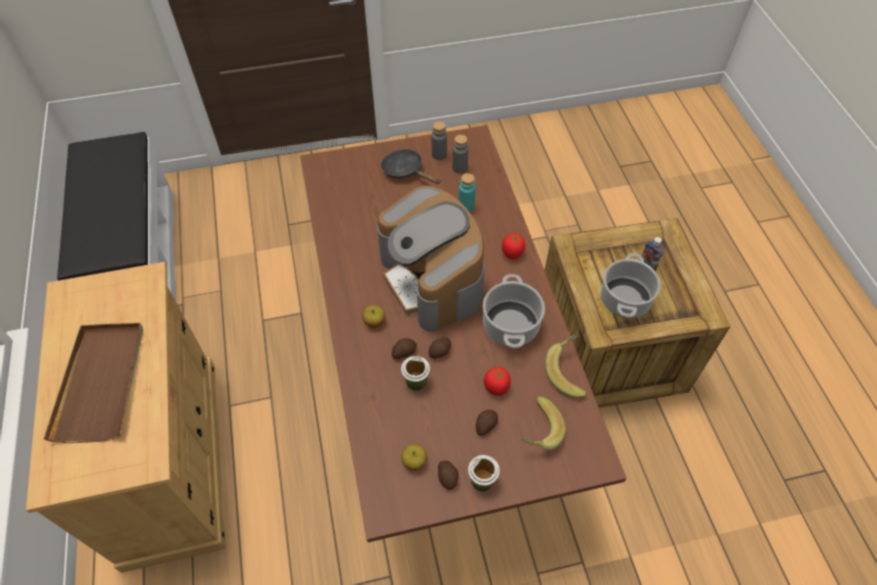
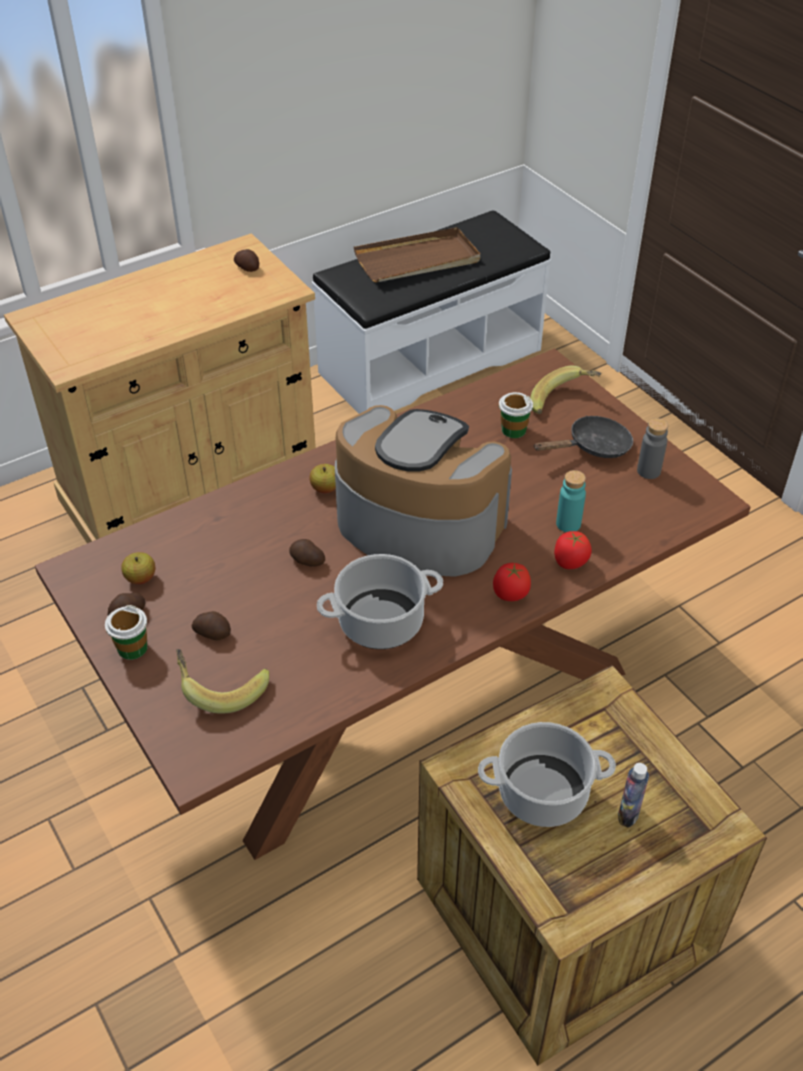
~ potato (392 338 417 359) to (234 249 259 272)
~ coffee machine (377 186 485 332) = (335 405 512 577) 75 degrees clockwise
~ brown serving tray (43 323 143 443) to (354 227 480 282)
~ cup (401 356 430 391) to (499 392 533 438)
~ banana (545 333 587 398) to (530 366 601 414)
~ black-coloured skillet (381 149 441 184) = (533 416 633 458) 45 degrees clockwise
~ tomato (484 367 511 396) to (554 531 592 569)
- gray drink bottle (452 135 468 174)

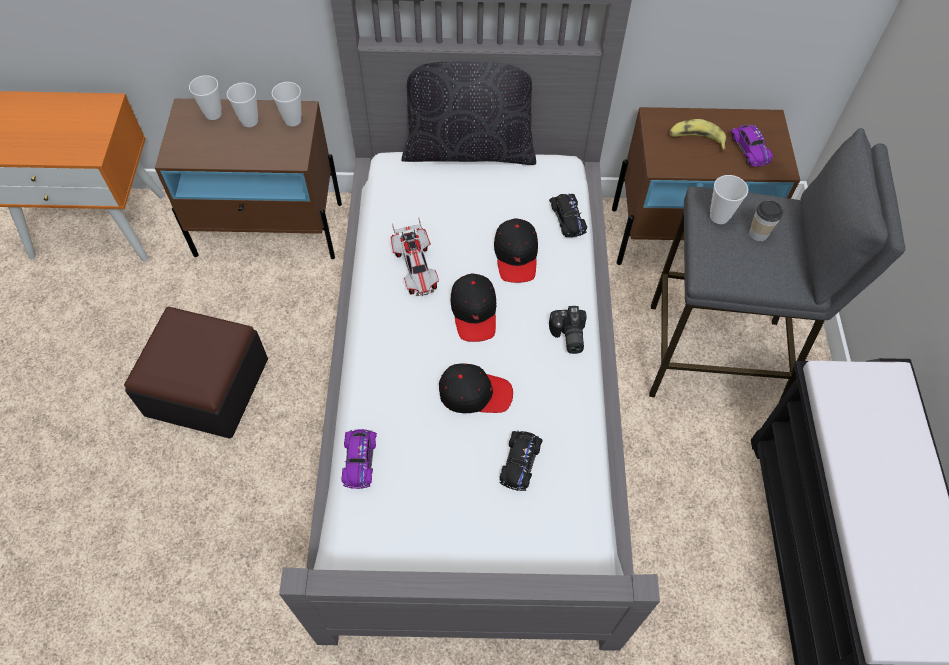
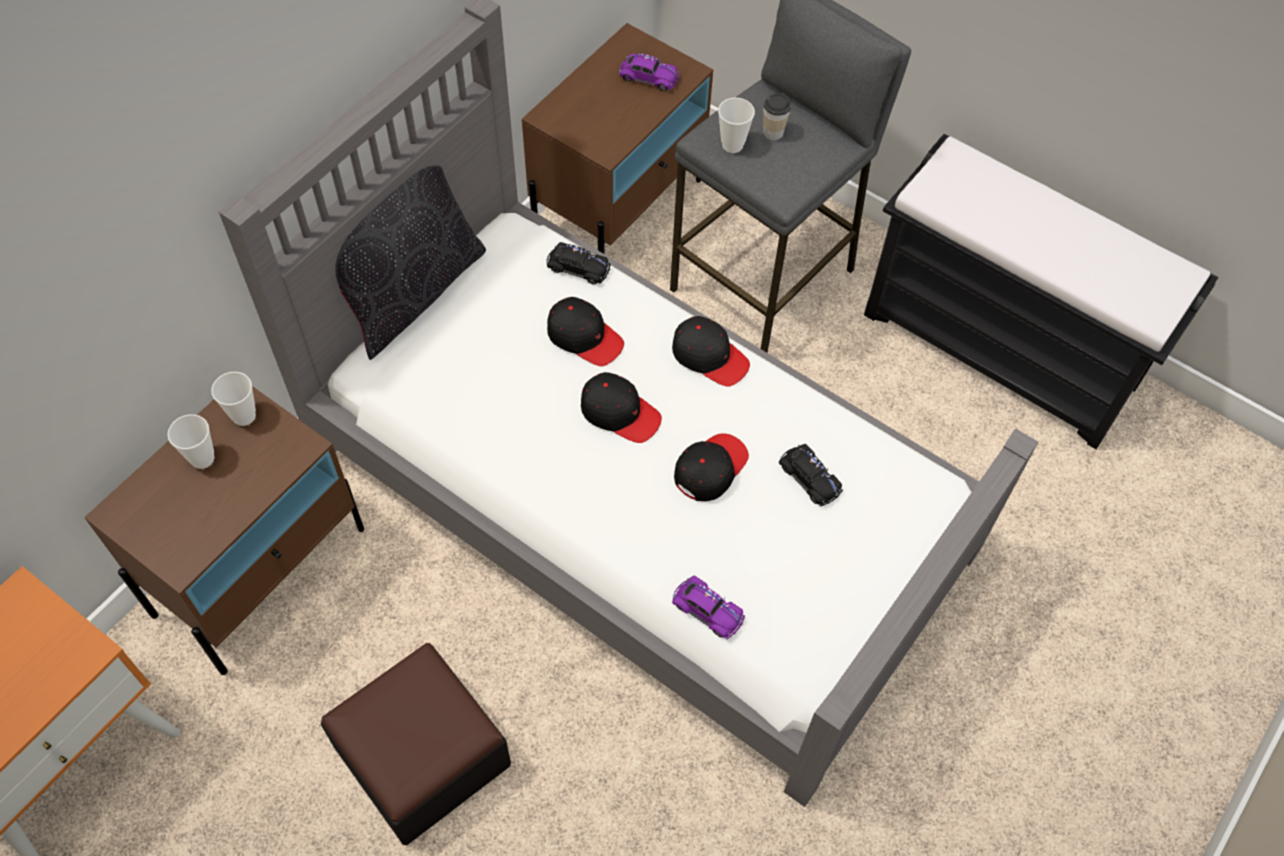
~ still camera (549 306 587 354) to black-coloured baseball cap (672 316 750 387)
- cup (189 75 222 120)
- toy car (391 219 439 296)
- banana (669 119 726 150)

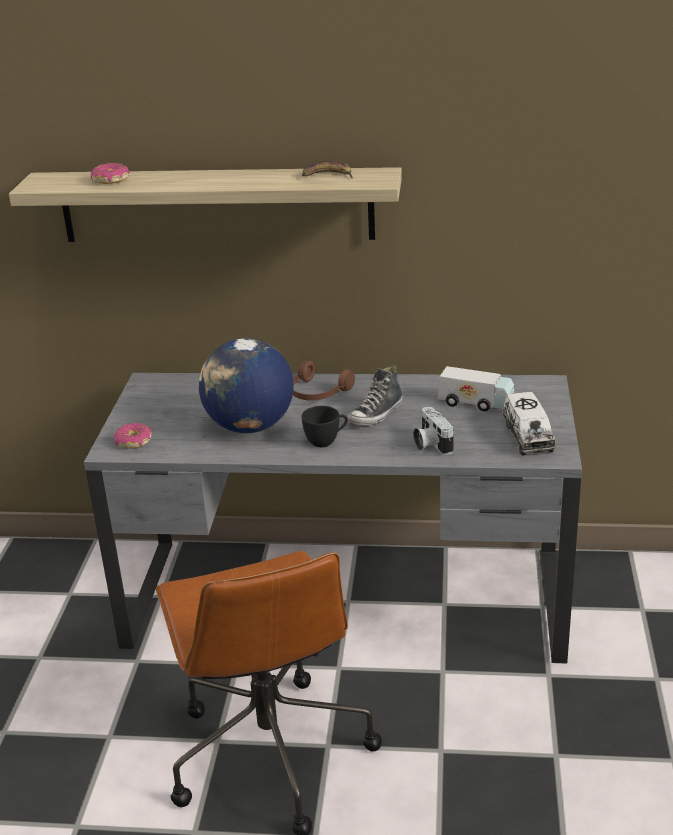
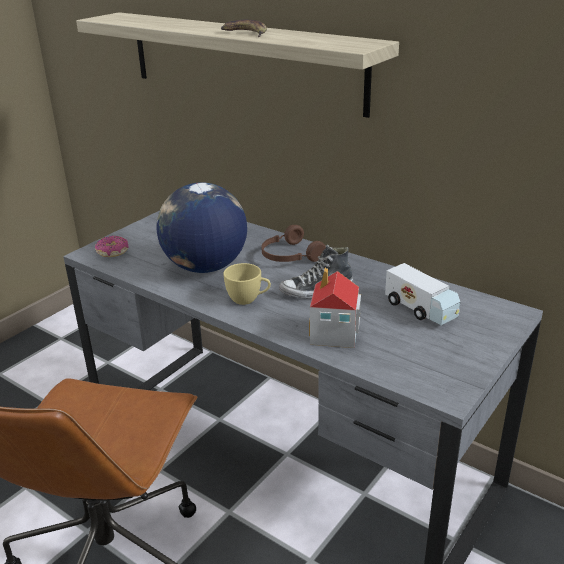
~ banana (302 161 353 179) to (221 20 267 37)
~ black-coloured cup (302 406 348 447) to yellow-coloured cup (223 263 271 305)
~ still camera (413 407 454 455) to model house (309 268 361 348)
- doughnut (91 163 129 184)
- toy truck (503 392 556 455)

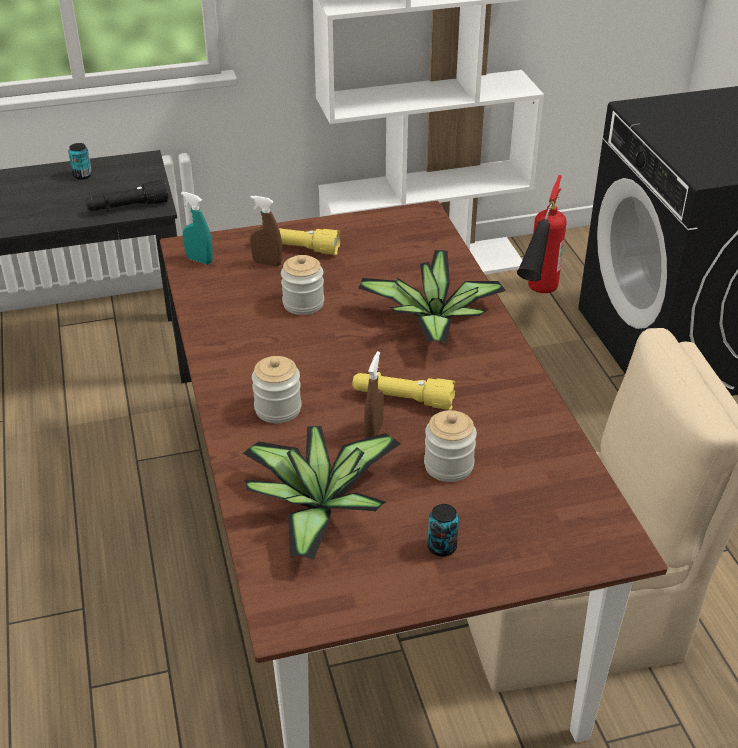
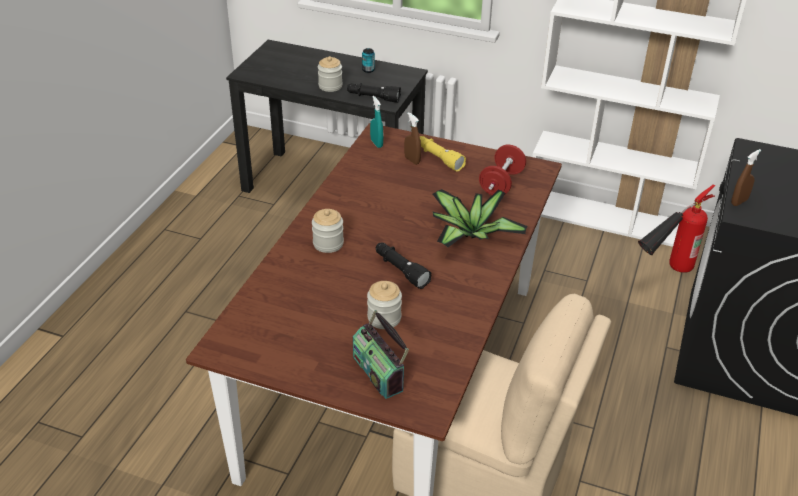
~ storage jar (281 255 324 315) to (318 56 343 92)
+ radio receiver (353 310 409 399)
~ yellow-coloured hand torch (352 372 456 410) to black-coloured hand torch (376 243 432 289)
+ reddish free weight (479 145 526 195)
~ brown hand sprayer (364 351 384 439) to (731 149 761 206)
- houseplant (243 426 401 560)
- sealed can (428 504 459 557)

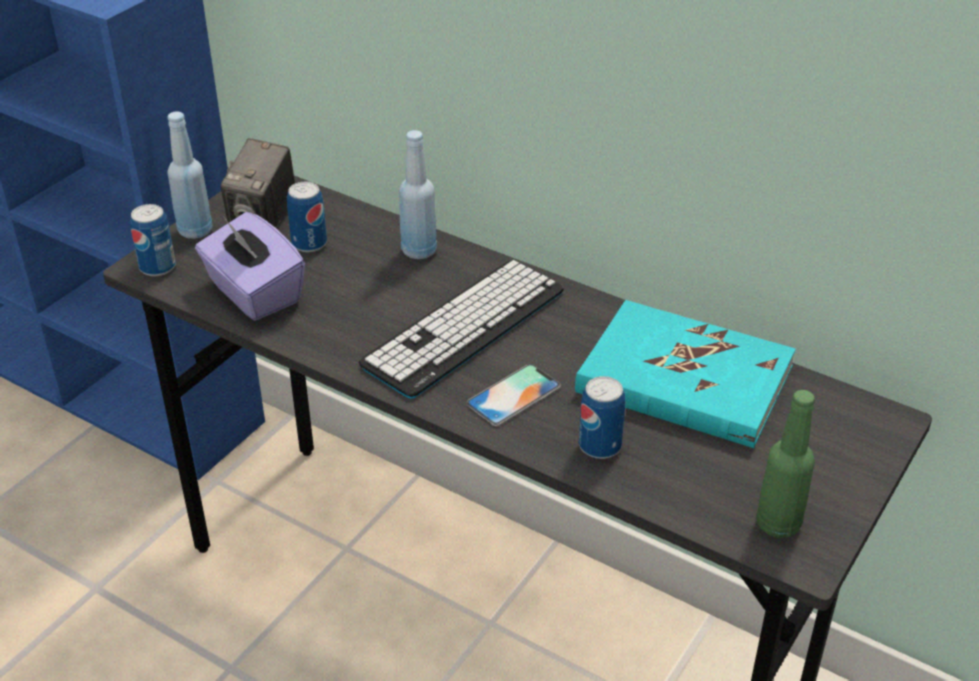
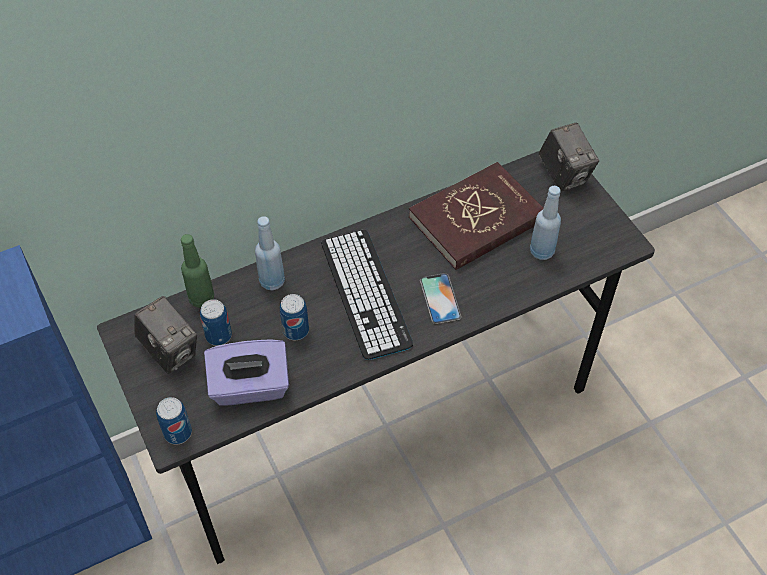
~ green-coloured drink bottle (756 390 815 538) to (181 234 214 308)
~ sealed can (579 376 625 459) to (280 294 309 340)
~ turquoise-coloured volume (575 300 796 448) to reddish volume (409 162 543 270)
~ bluish drink bottle (167 111 213 239) to (530 186 561 260)
+ still camera (539 123 599 192)

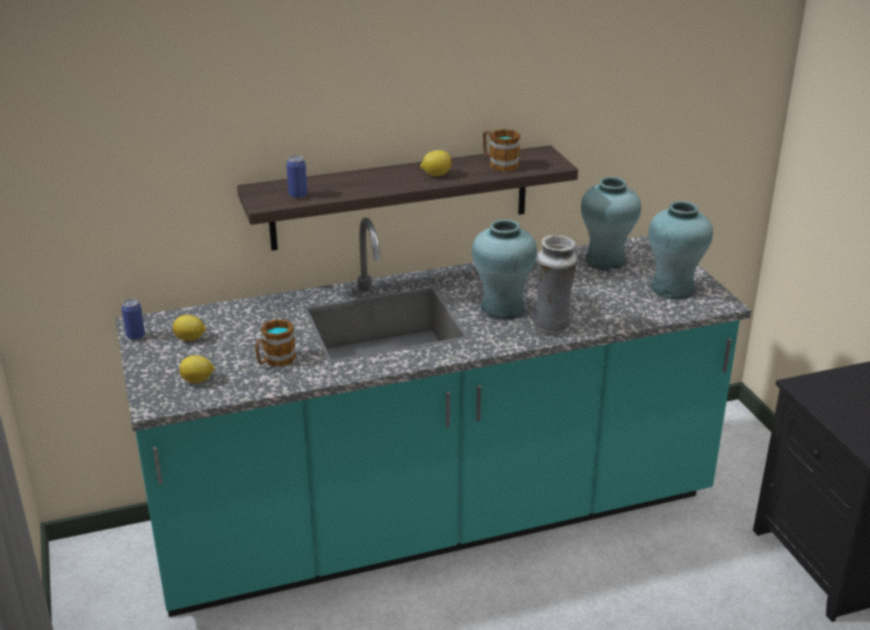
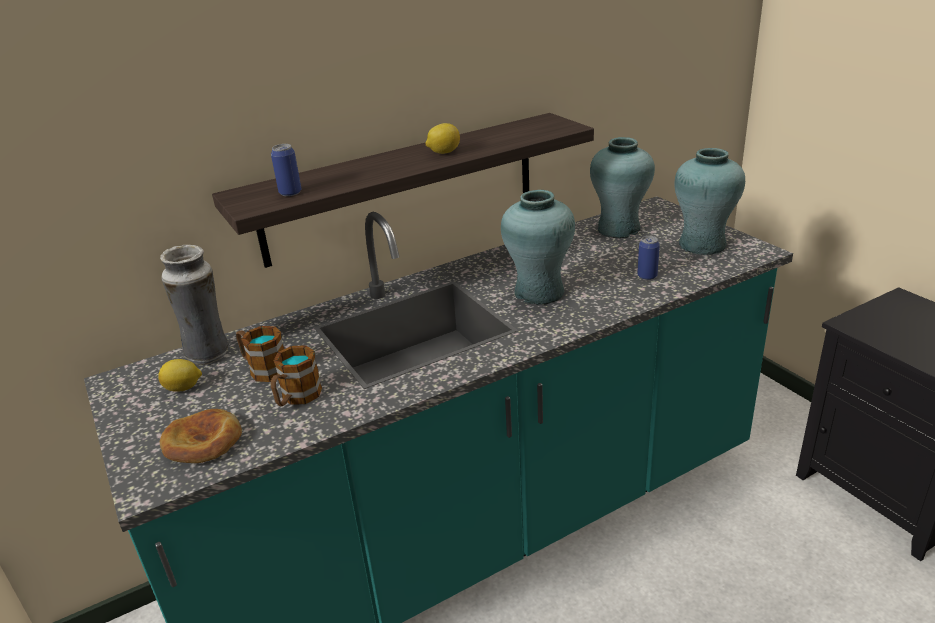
~ vase (533 235 577 335) to (160 245 229 365)
~ whole lemon (180 355 215 383) to bread (160 409 242 463)
~ tea mug (483 129 520 172) to (236 326 284 382)
~ sealed can (121 299 145 340) to (637 236 660 280)

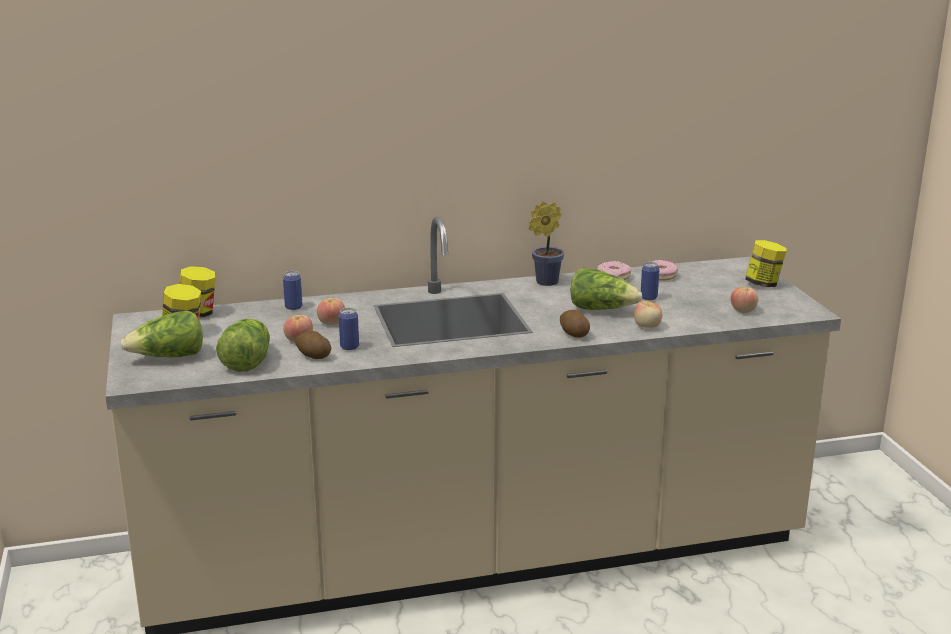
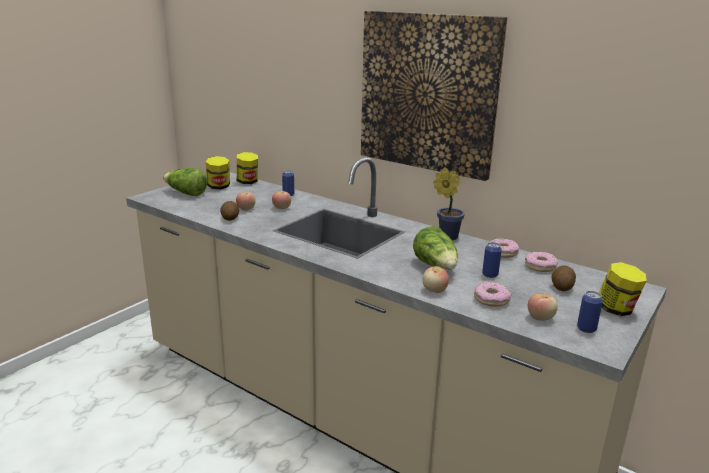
+ wall picture (361 11 508 181)
+ doughnut (474 282 511 307)
~ potato (560 310 590 338) to (551 265 576 291)
~ sealed can (339 308 359 350) to (577 291 603 333)
- lettuce head (216 318 270 372)

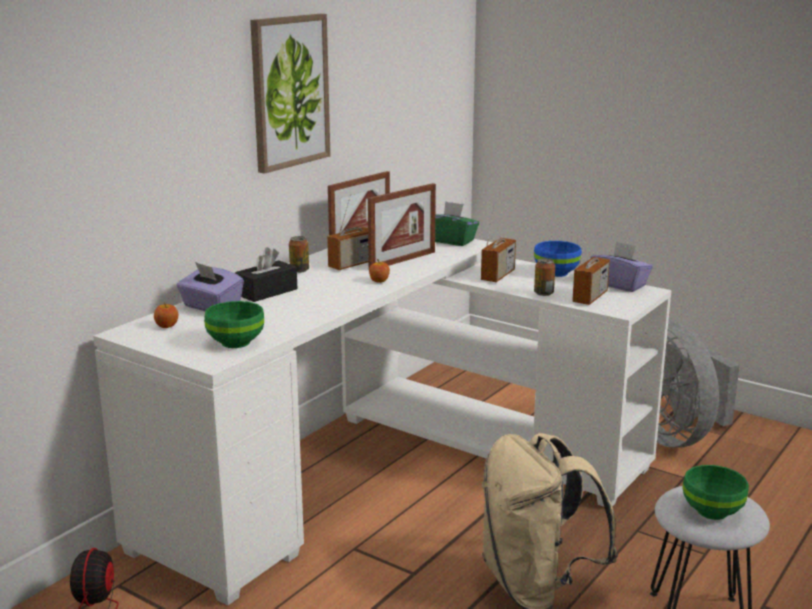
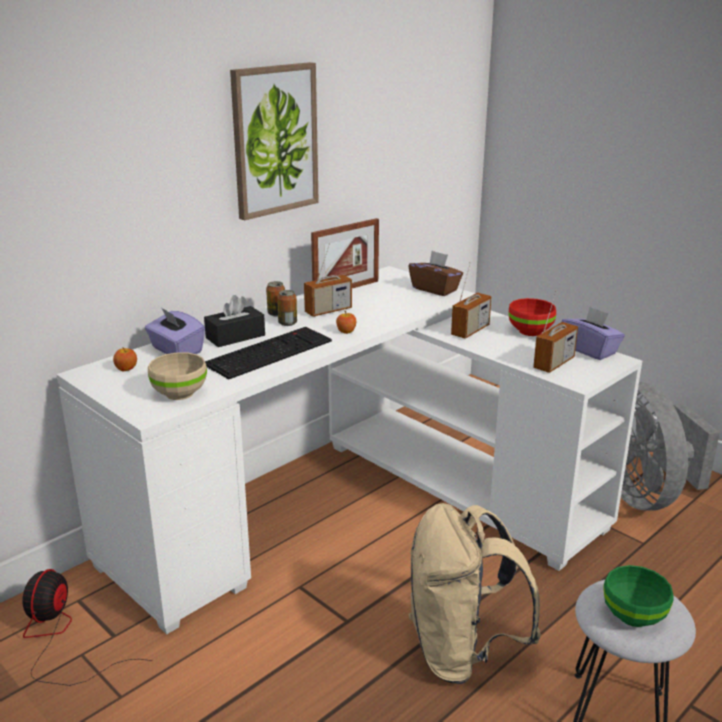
~ green-coloured deep dish (204 301 264 348) to beige deep dish (148 352 207 400)
+ PC keyboard (205 327 332 380)
~ sealed can (534 258 555 296) to (277 290 297 326)
~ green-coloured box of tissues (435 201 479 246) to brown box of tissues (408 251 463 296)
~ bluish deep dish (534 241 582 277) to reddish deep dish (509 298 556 336)
- standing frame (368 183 436 267)

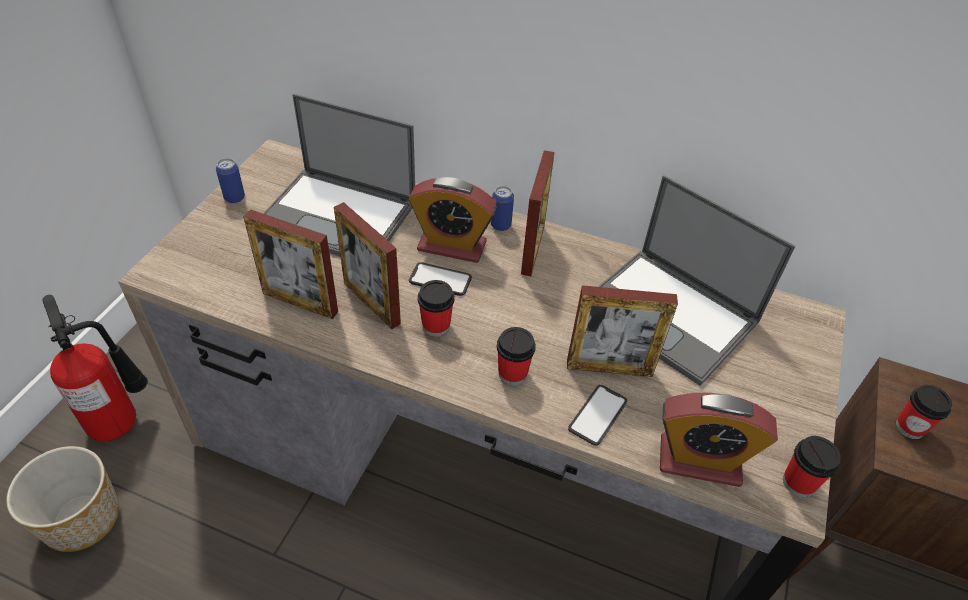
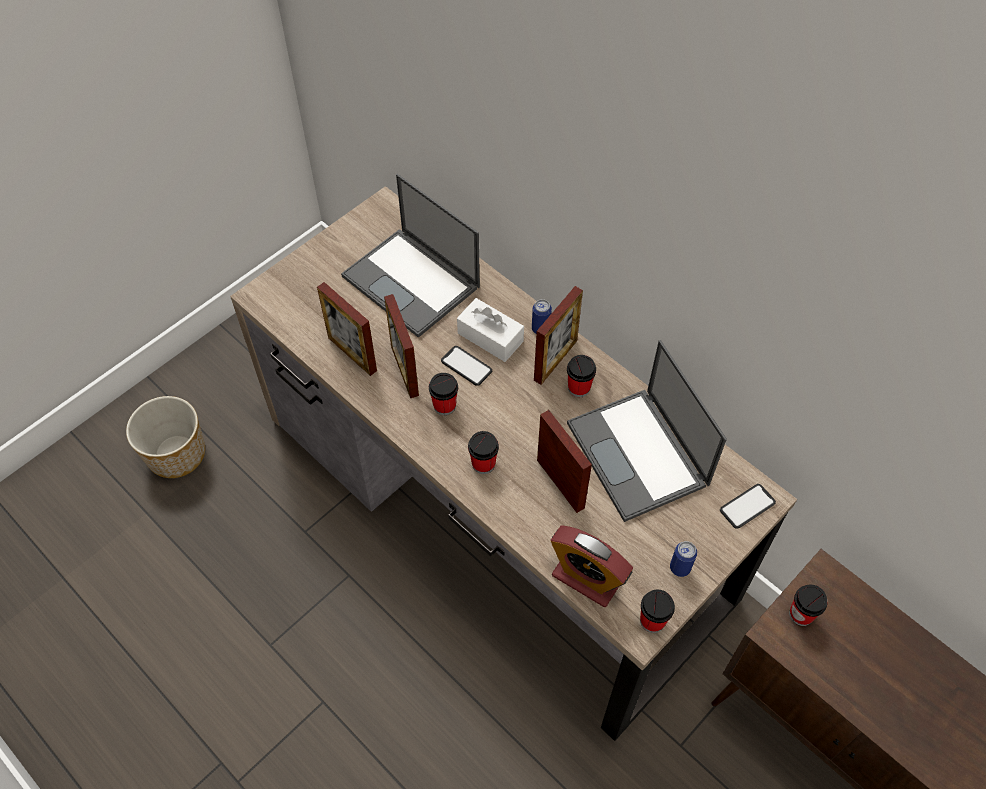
~ bedside clock (409 177 497 263) to whitish box of tissues (457 298 524 362)
~ standing frame (567 285 678 377) = (537 410 592 513) 150 degrees counterclockwise
+ cup (567 355 596 397)
~ sealed can (216 158 245 203) to (670 541 697 577)
~ handset (568 385 627 446) to (720 484 776 529)
- fire extinguisher (43 295 148 441)

